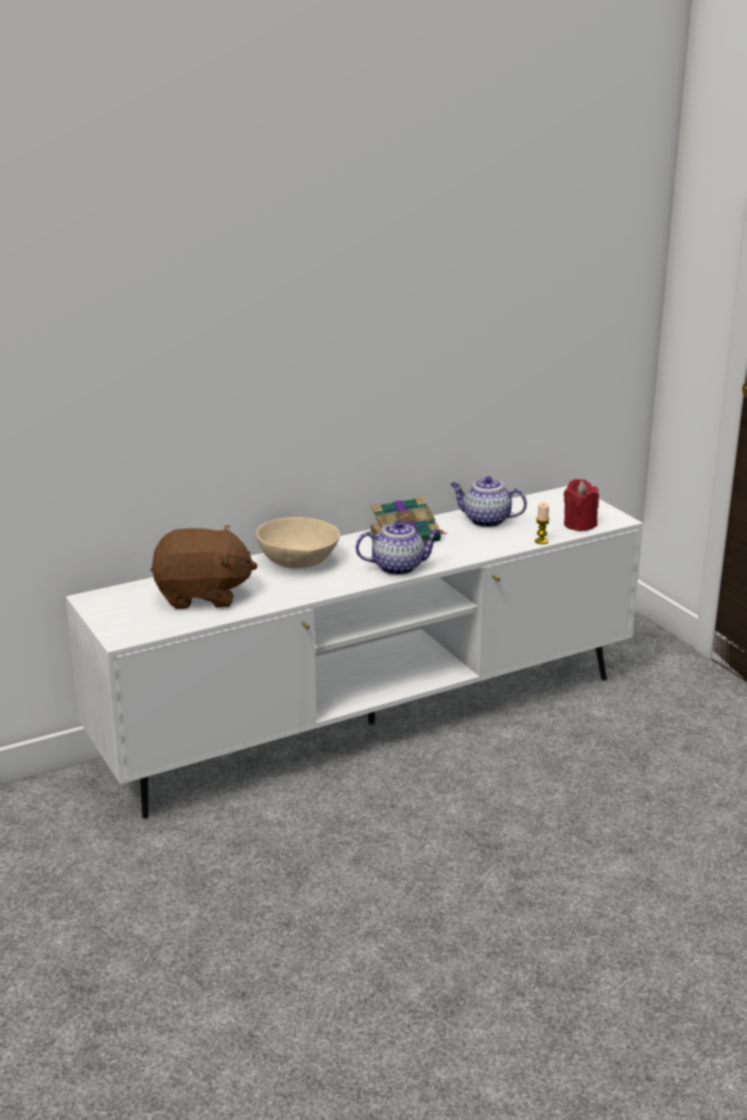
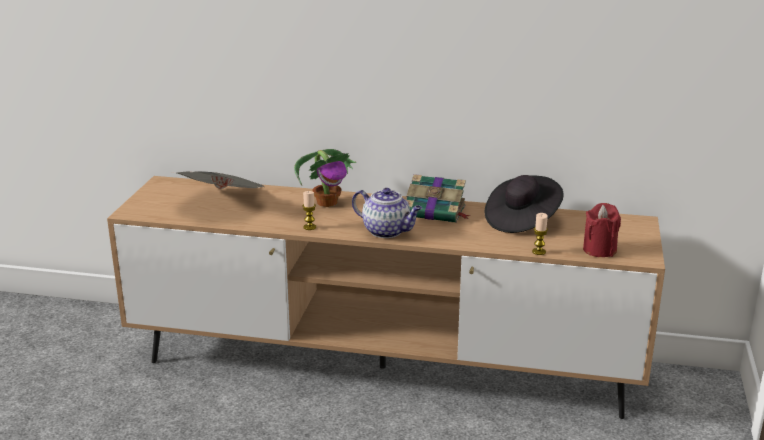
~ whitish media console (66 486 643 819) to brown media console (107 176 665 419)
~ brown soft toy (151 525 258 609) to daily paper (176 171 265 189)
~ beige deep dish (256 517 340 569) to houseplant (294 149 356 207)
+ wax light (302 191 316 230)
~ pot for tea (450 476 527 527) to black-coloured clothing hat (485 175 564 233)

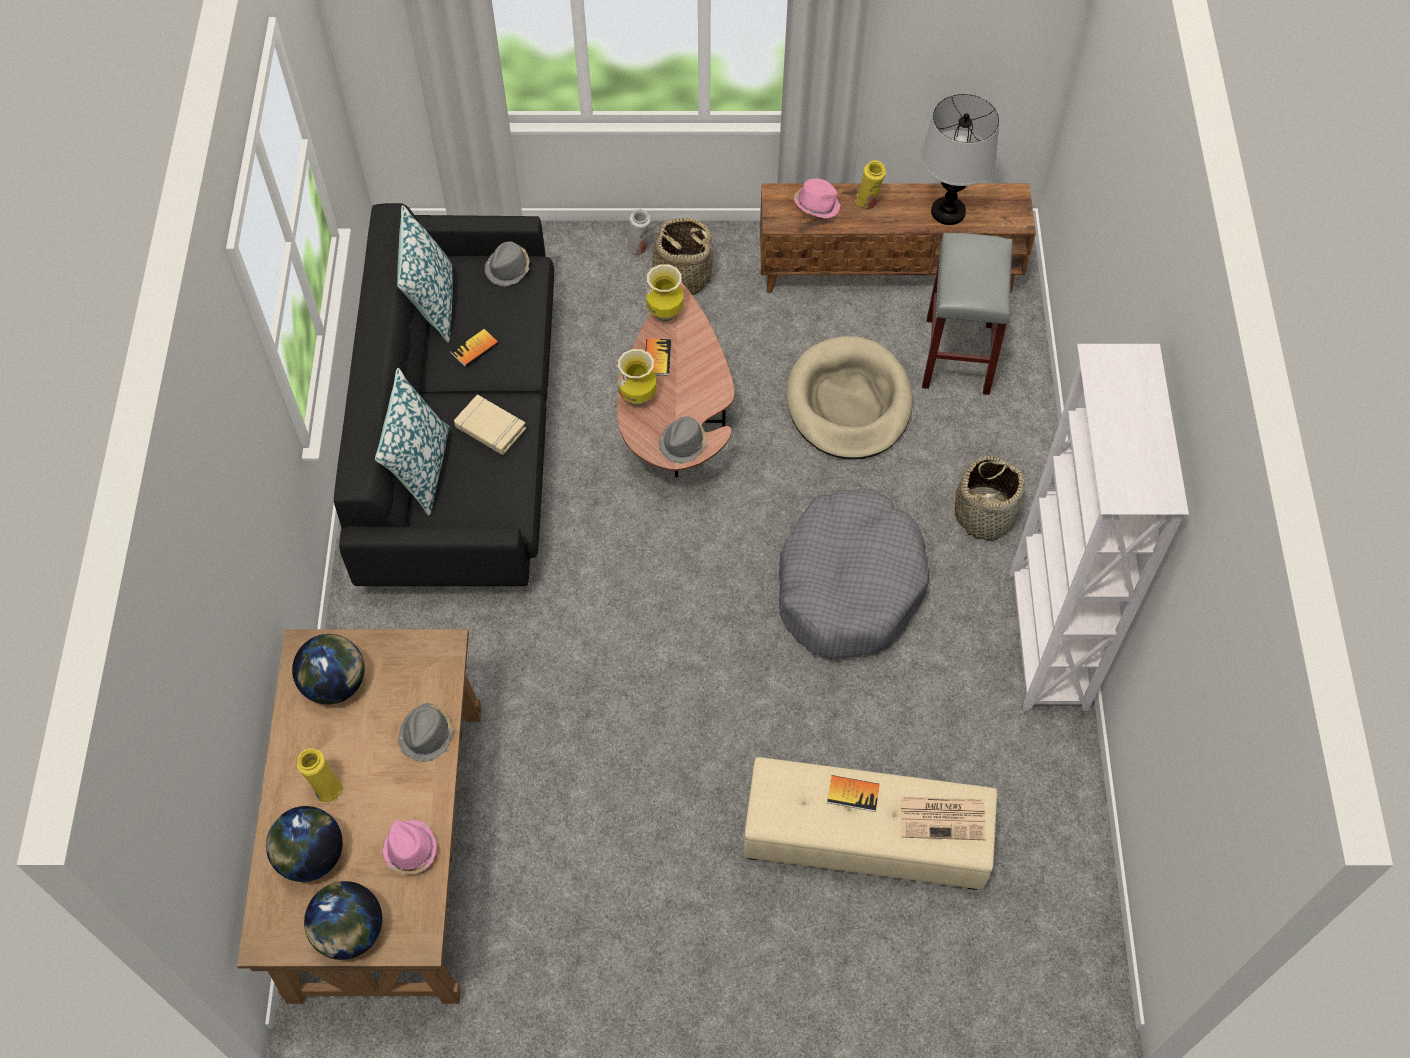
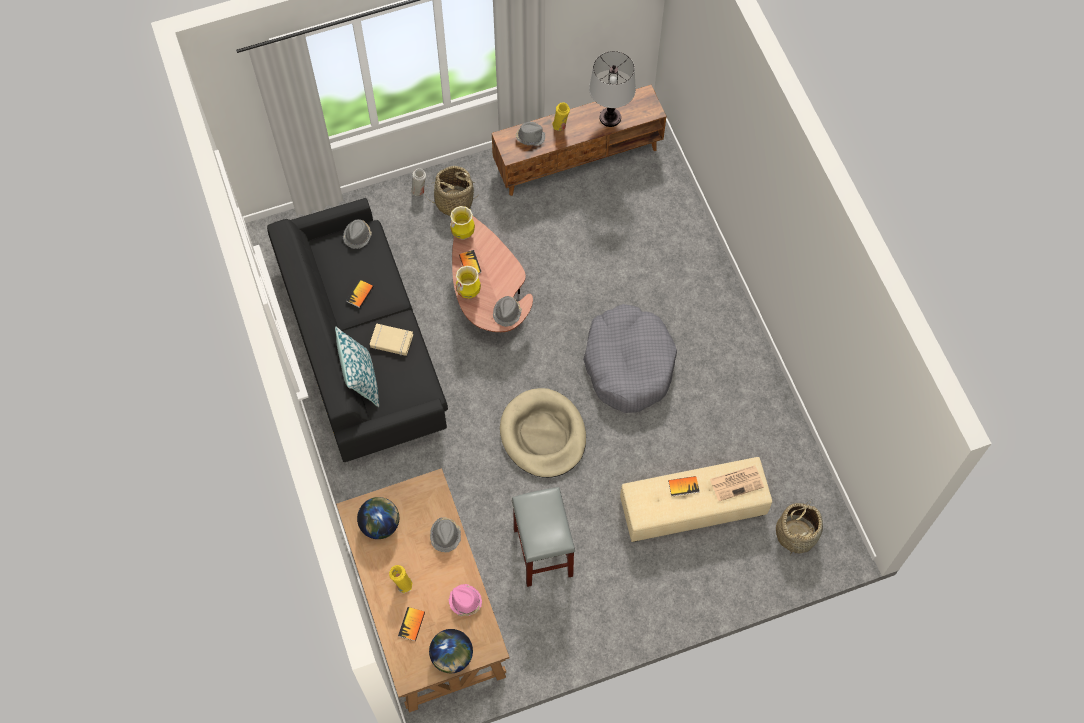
~ world globe (266 806 343 882) to volume (398 607 425 641)
~ beige dog bed (786 336 913 460) to (500 388 586 478)
~ gray stool seat (922 233 1013 395) to (512 487 575 587)
~ pink-coloured clothing hat (794 178 841 218) to gray clothing hat (516 122 545 146)
~ household basket (955 456 1025 541) to (776 501 823 556)
- throw pillow (397 205 453 343)
- whitish bookshelf (1009 344 1189 711)

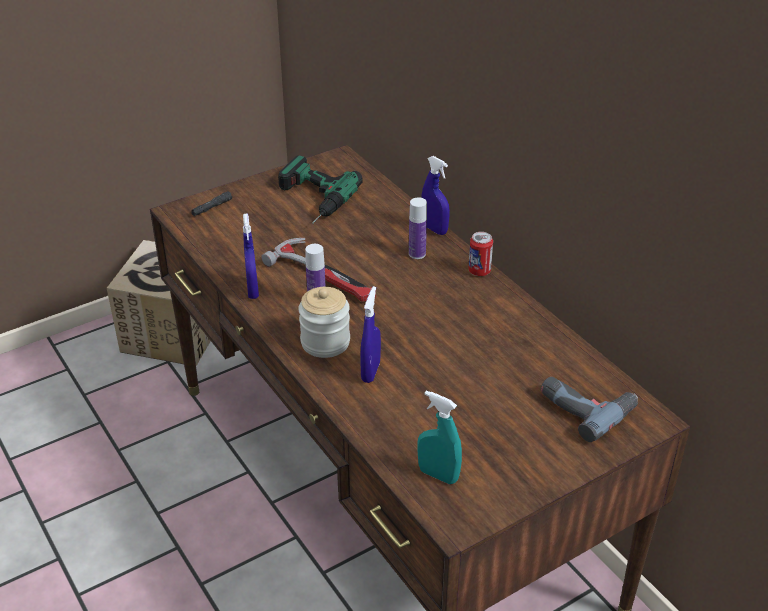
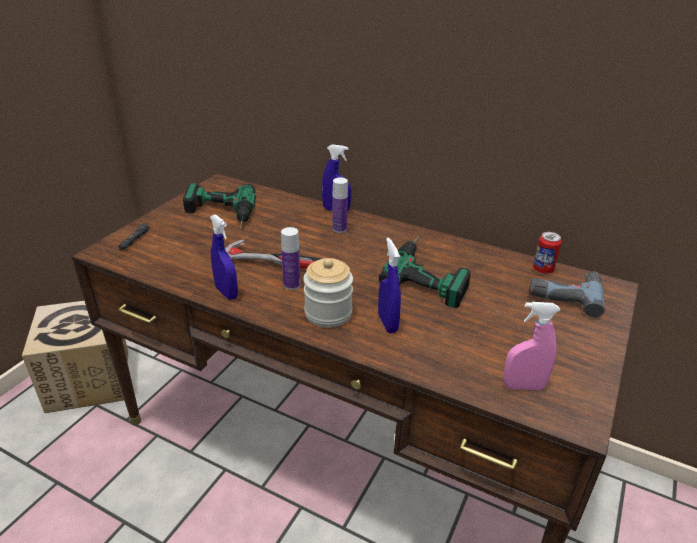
+ power drill (379 236 471 308)
~ turquoise-coloured hand sprayer (417 391 462 484) to pink-coloured hand sprayer (503 302 560 390)
~ sealed can (468 232 493 276) to (533 232 562 274)

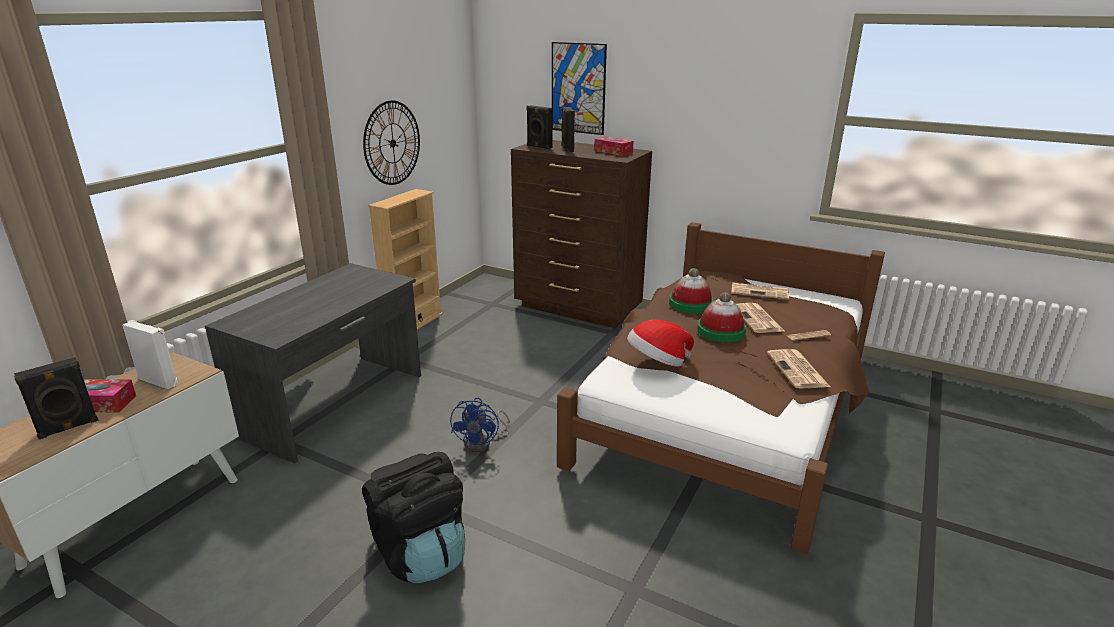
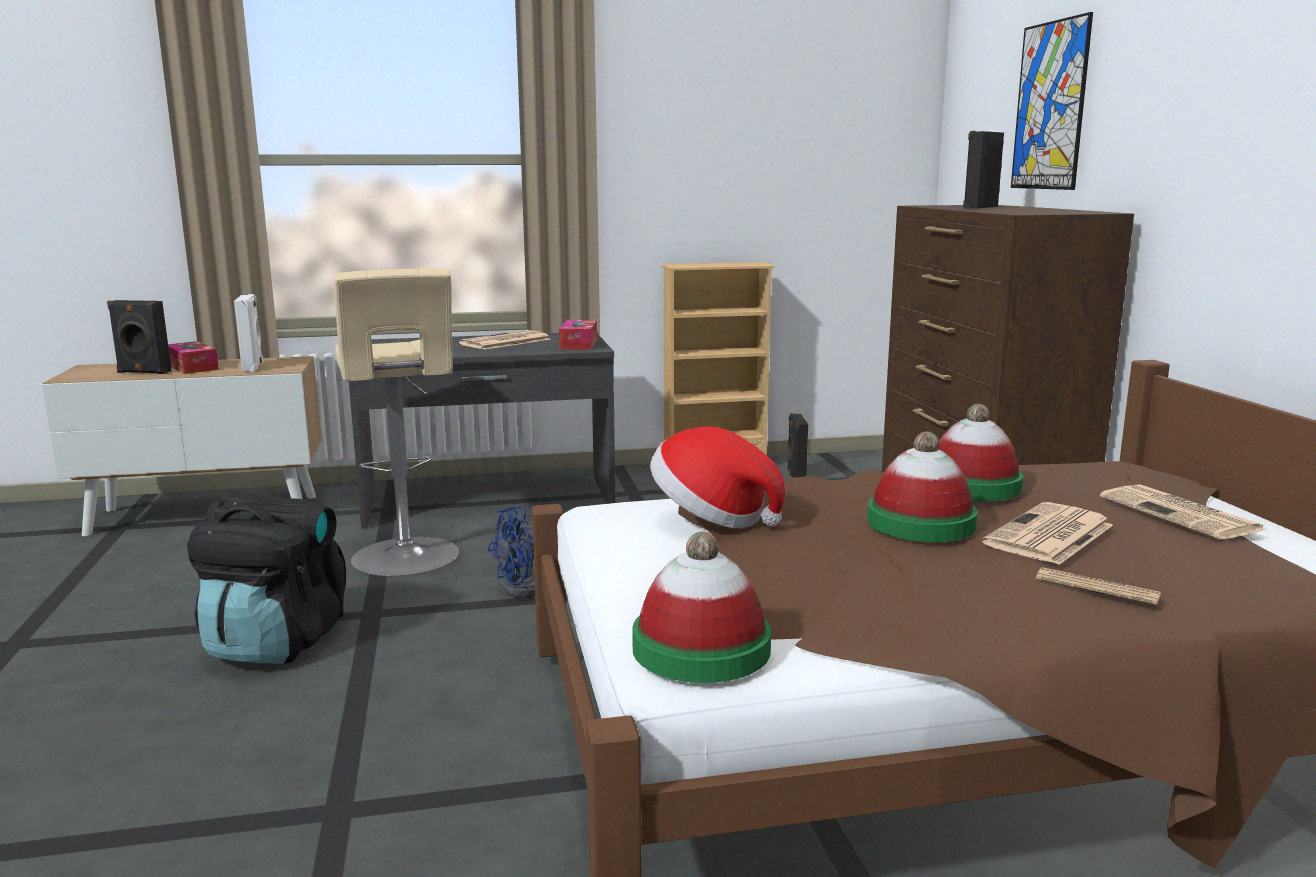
+ beige stool seat (334 268 459 577)
~ daily paper (767 349 830 389) to (459 330 551 350)
~ box of tissues (594 137 634 156) to (559 320 597 350)
+ clothing hat (632 532 771 683)
~ black-coloured audio speaker (526 105 553 149) to (787 413 808 478)
- hanging clock (363 100 420 185)

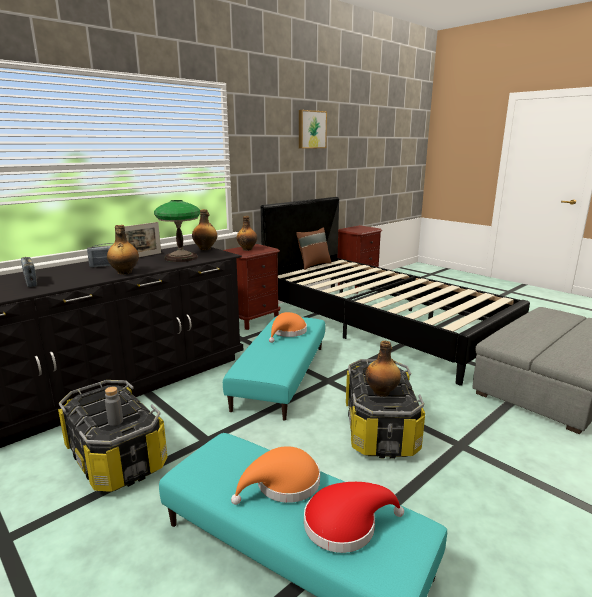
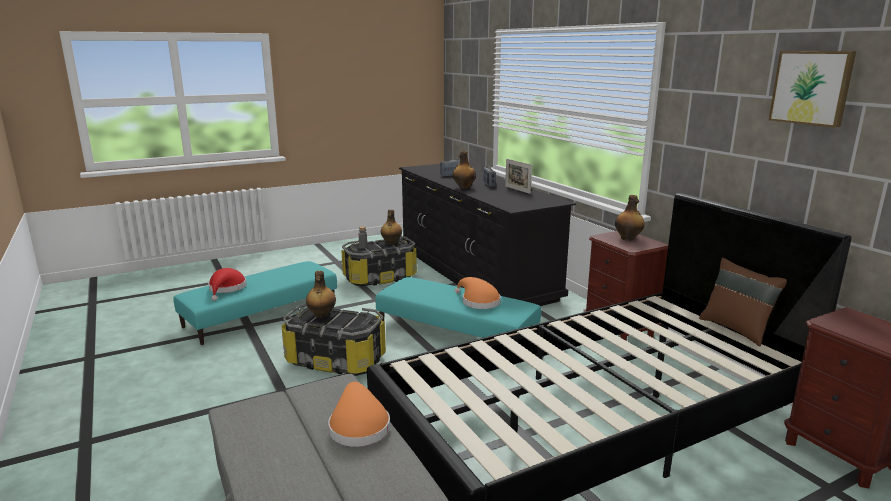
~ orange clothing hat (231 446 320 505) to (328 382 390 447)
~ drink bottle (192 209 217 250) to (381 210 402 245)
- tabletop lamp (154 200 201 262)

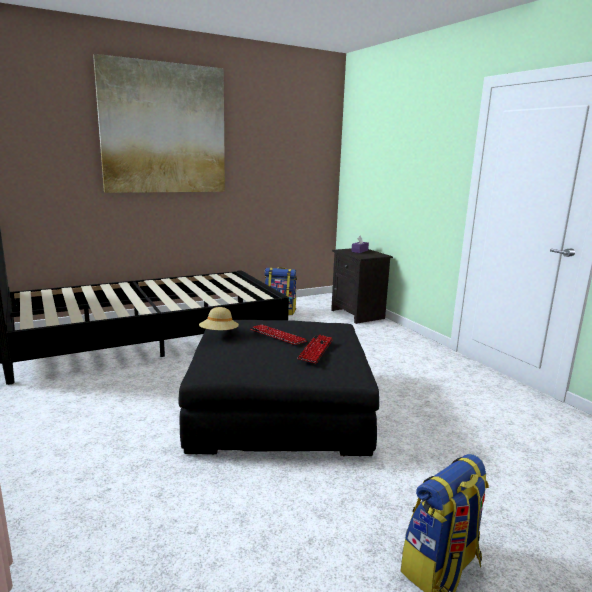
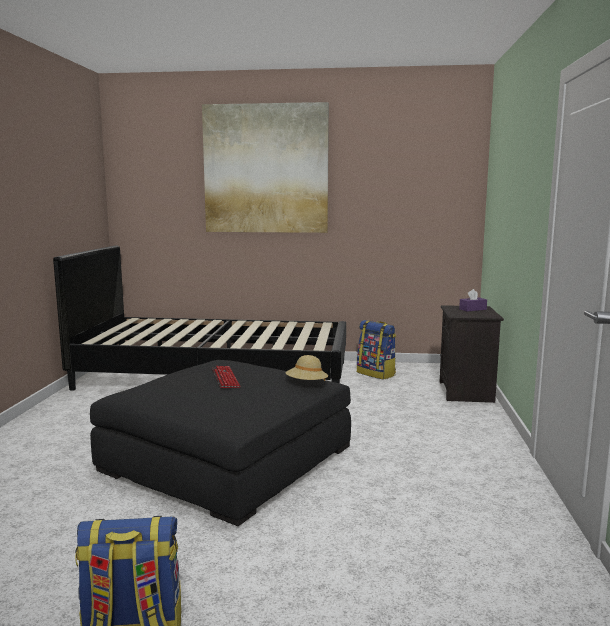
~ beige clothing hat (199 307 239 330) to (286 355 328 381)
- PC keyboard (297 335 333 363)

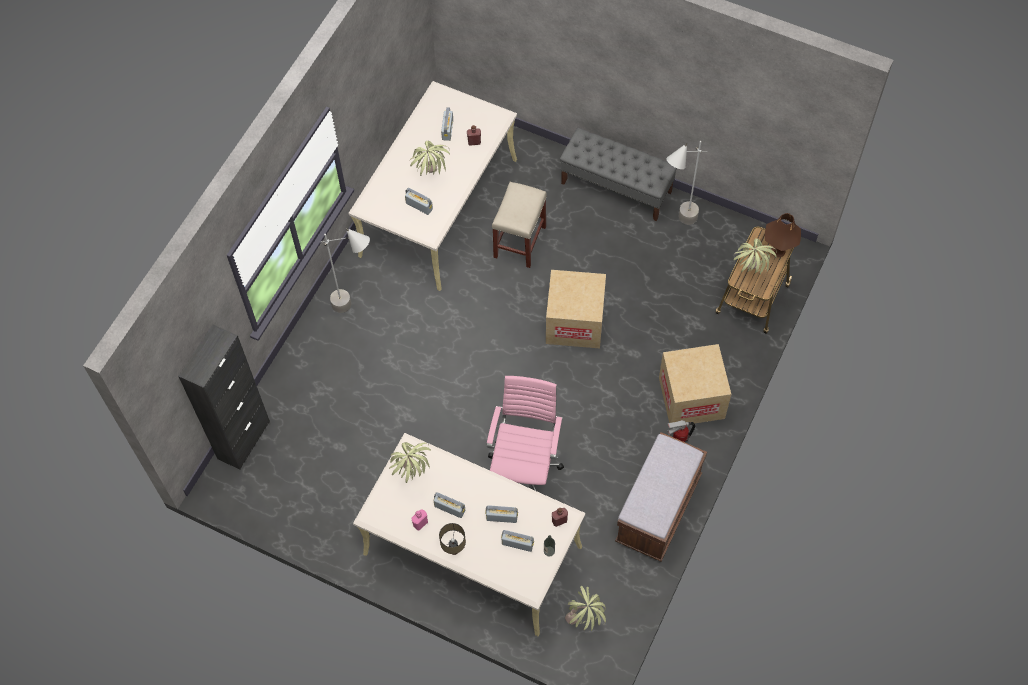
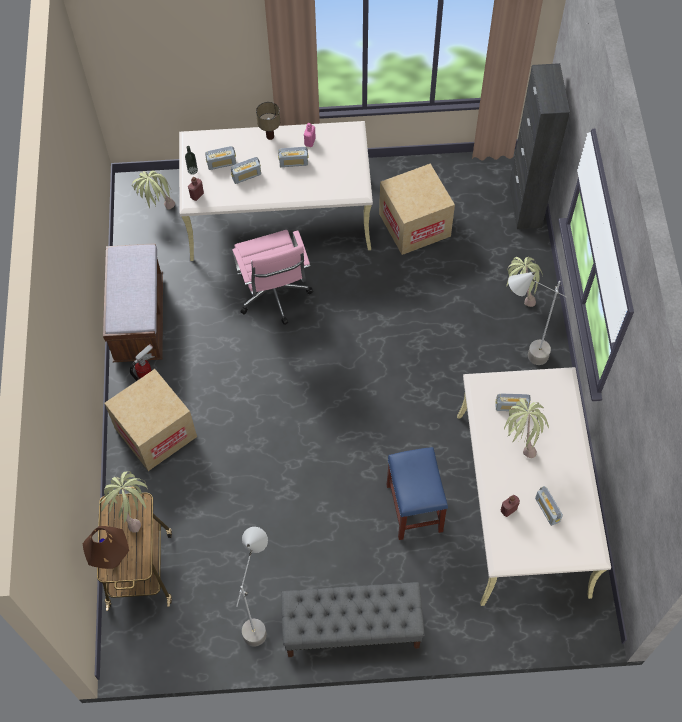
~ cardboard box (546 270 606 348) to (379 164 455 255)
~ beige stool seat (492 182 547 268) to bluish stool seat (386 447 448 540)
~ houseplant (389 442 431 483) to (506 257 543 307)

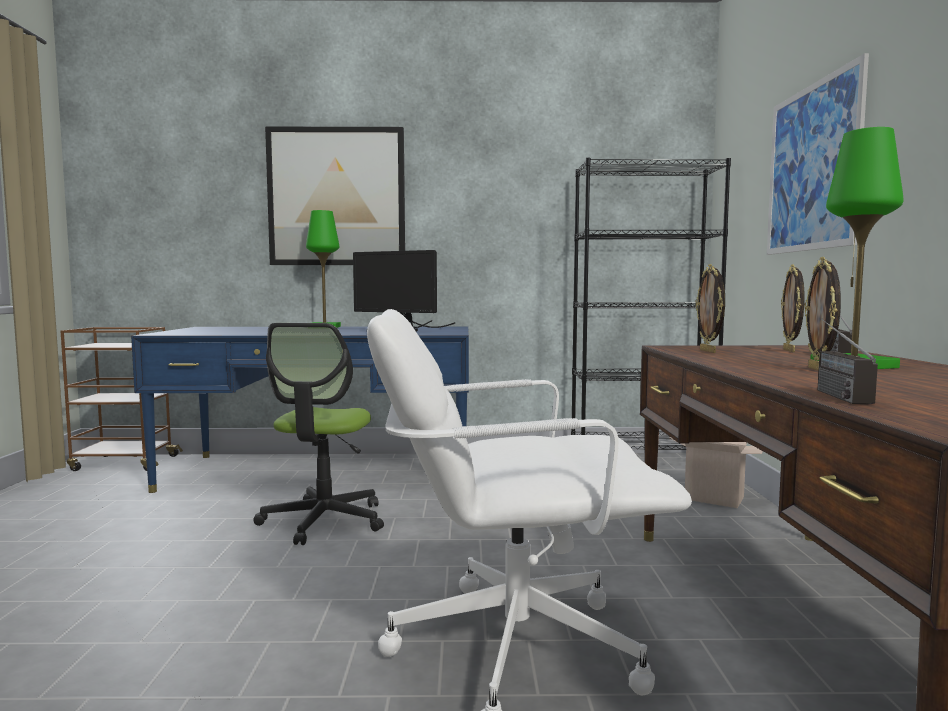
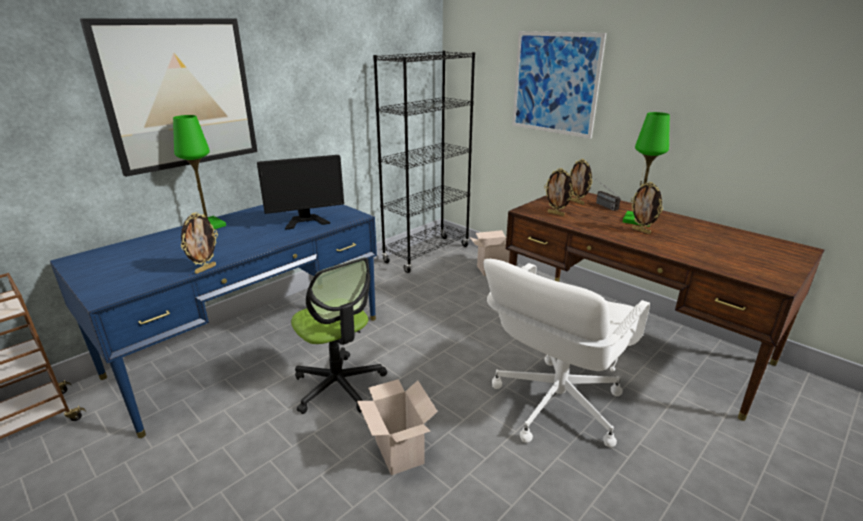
+ standing frame (181 212 218 274)
+ cardboard box (357 379 438 475)
- radio receiver (817 319 878 404)

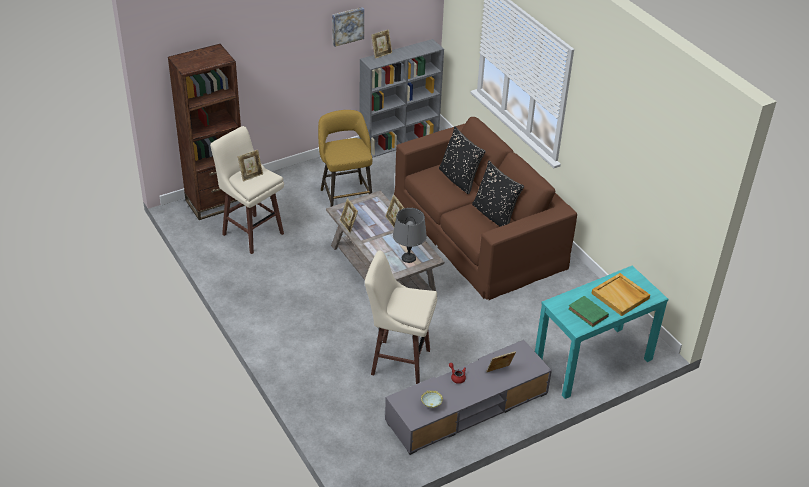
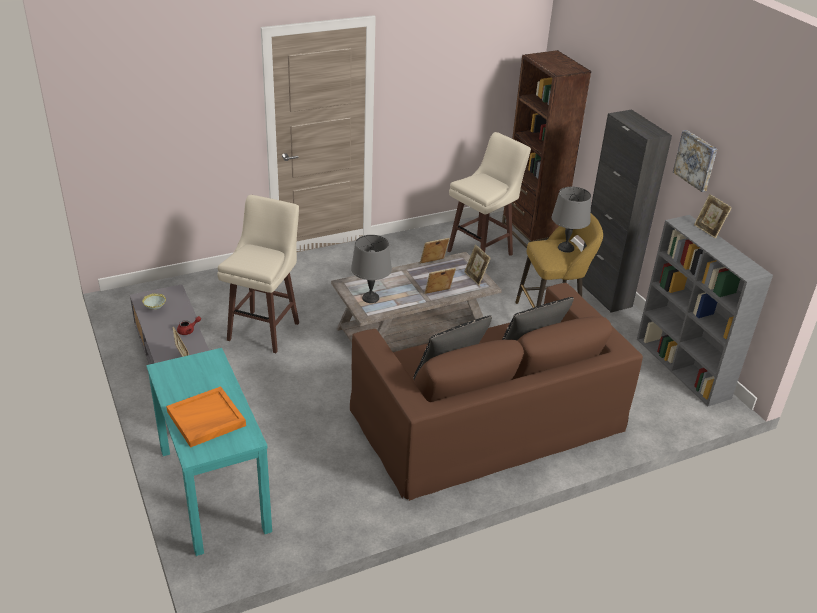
~ beige serving tray (591 273 650 316) to orange serving tray (166 386 246 448)
~ standing frame (237 150 263 182) to (464 244 491 286)
+ gray tabletop lamp (552 187 591 253)
+ black-coloured cupboard (582 110 672 313)
- green-coloured volume (568 296 609 327)

